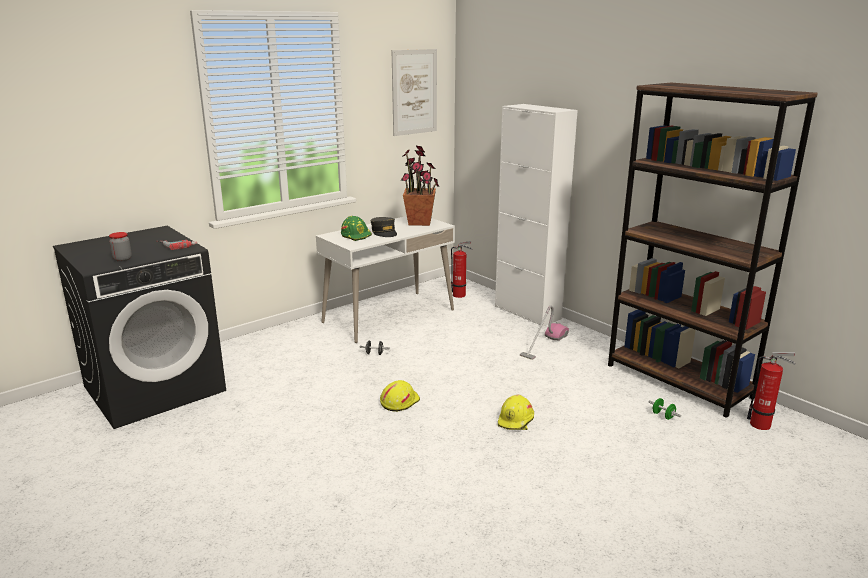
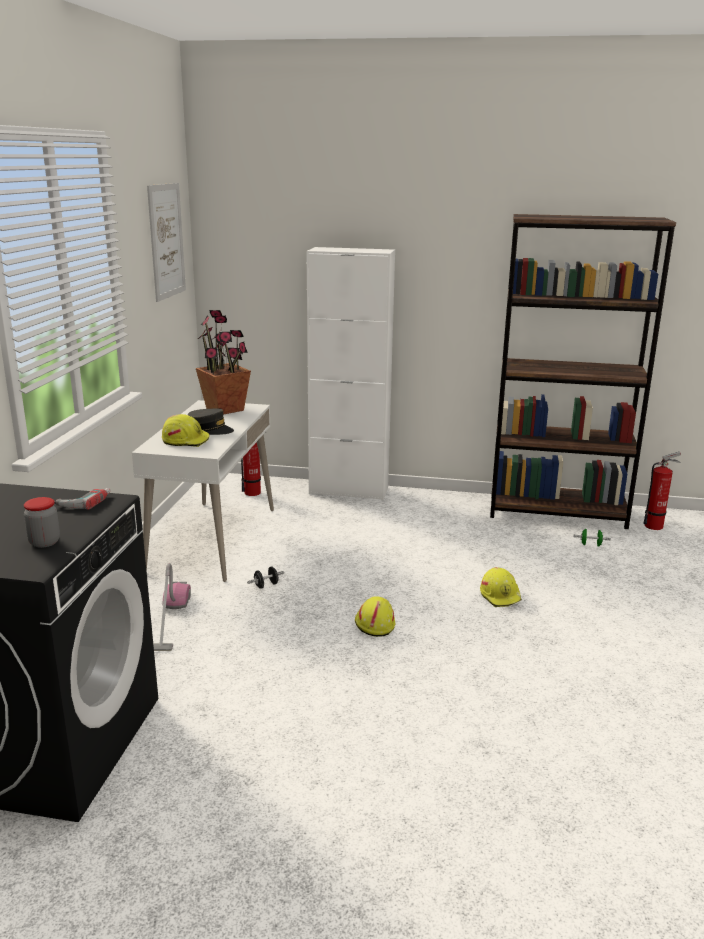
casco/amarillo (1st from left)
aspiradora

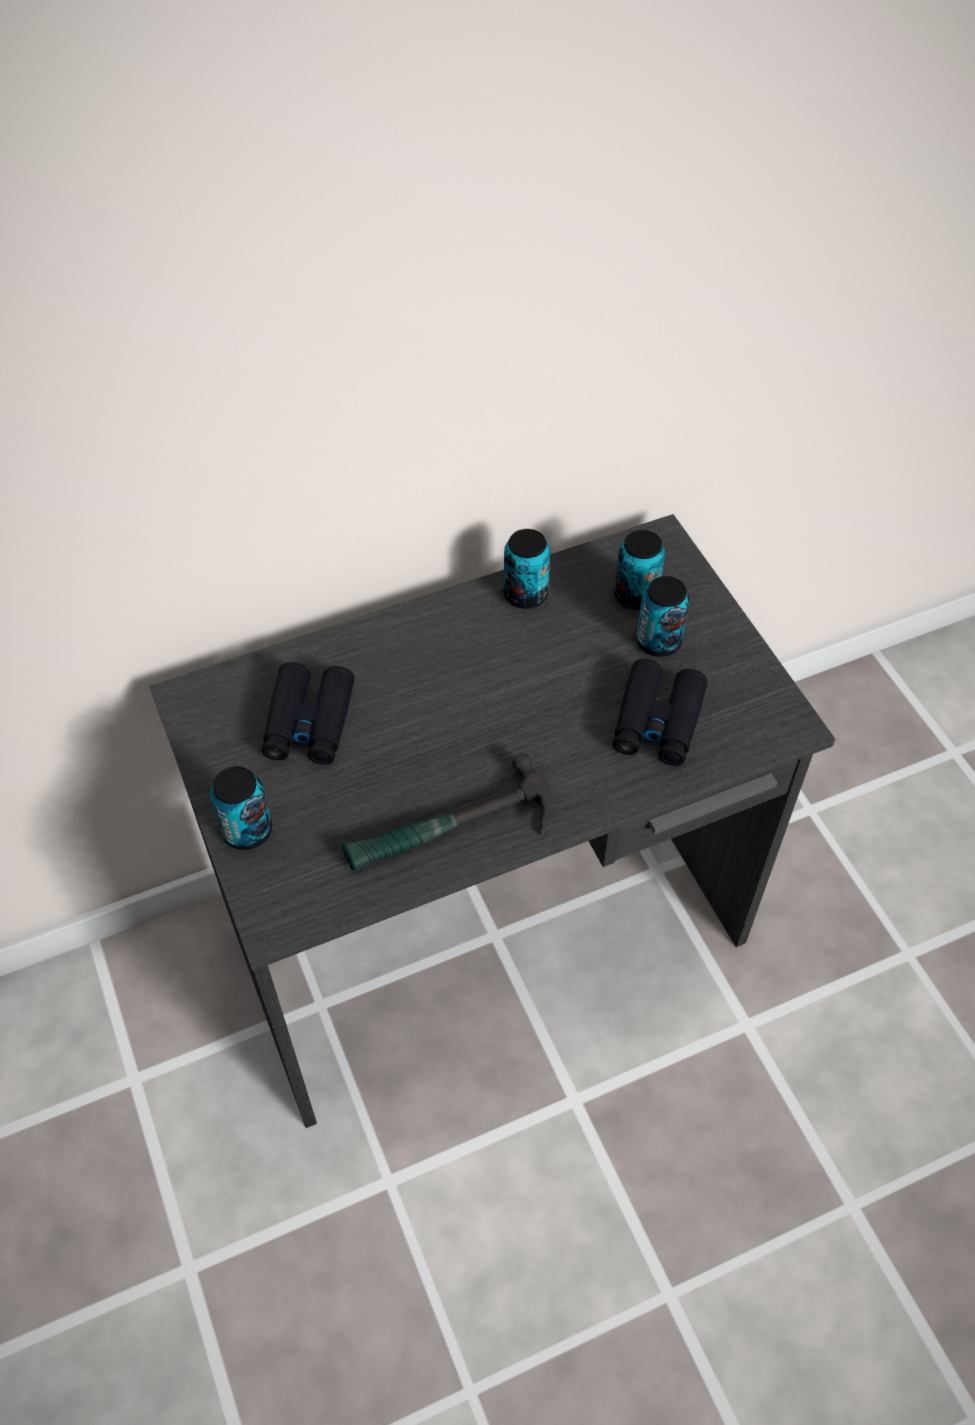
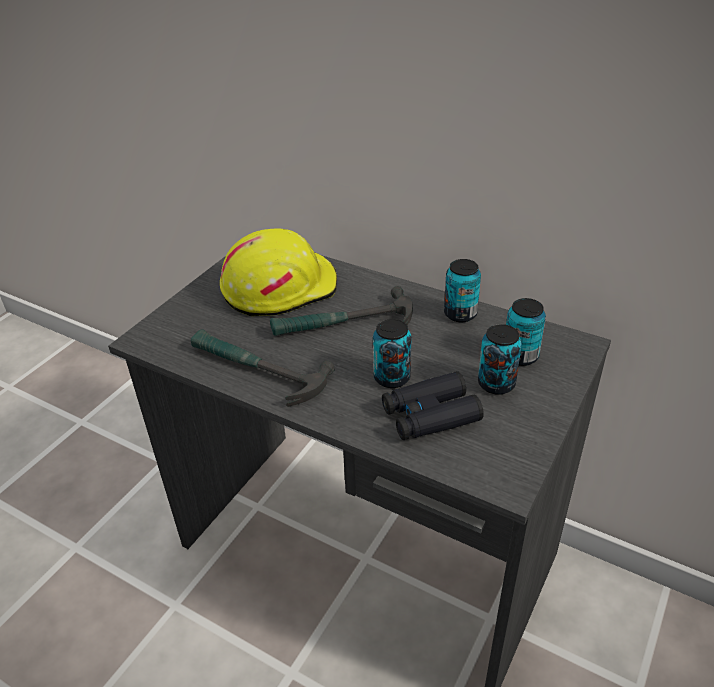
casco/amarillo
lata (1st from left)
martillo (2nd from left)

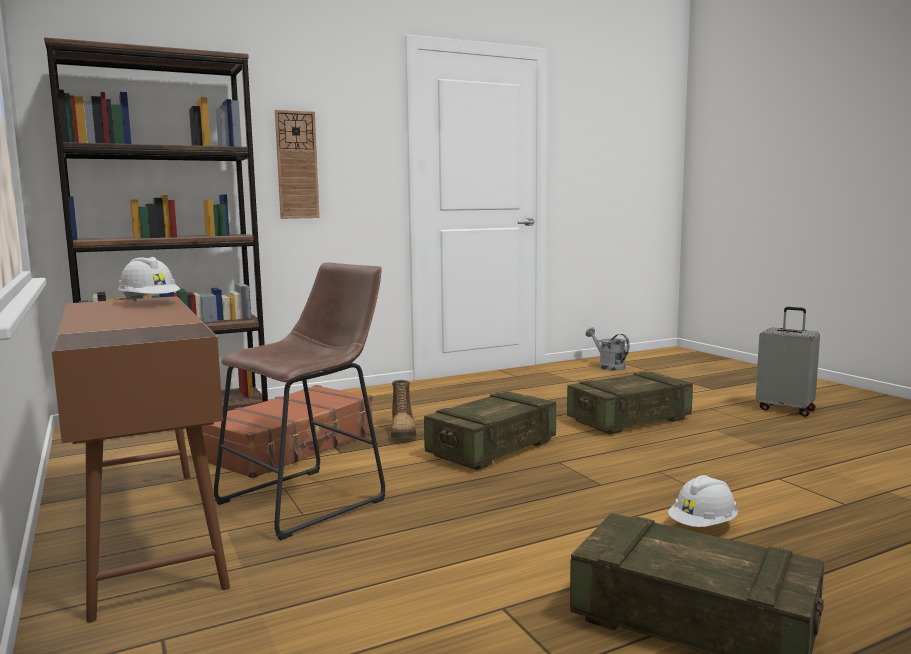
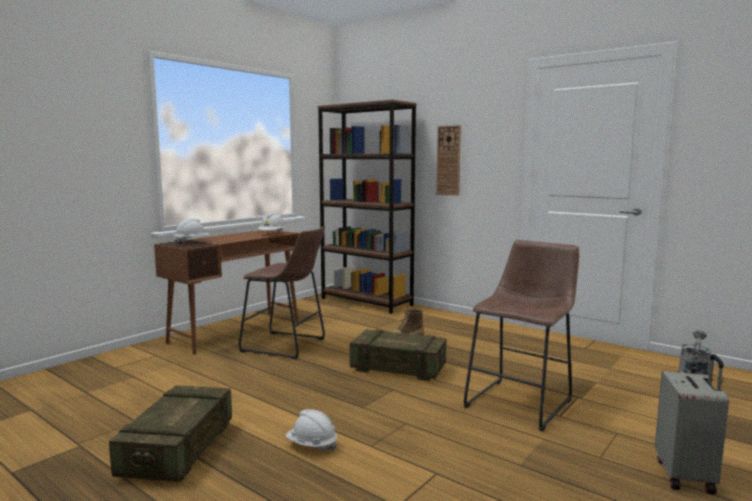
taburete/marrón (2nd from left)
maleta/marrón
casco/blanco (1st from left)

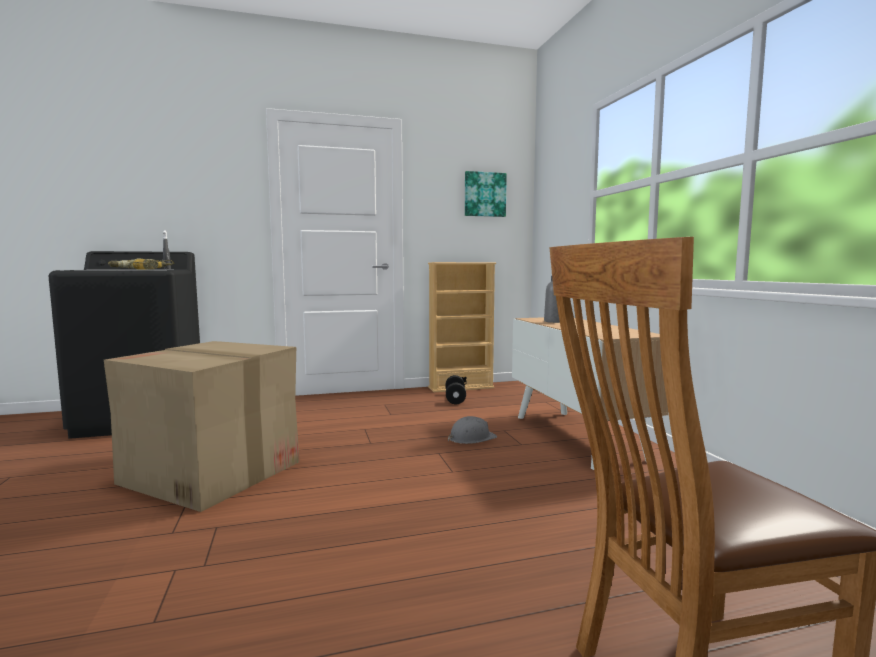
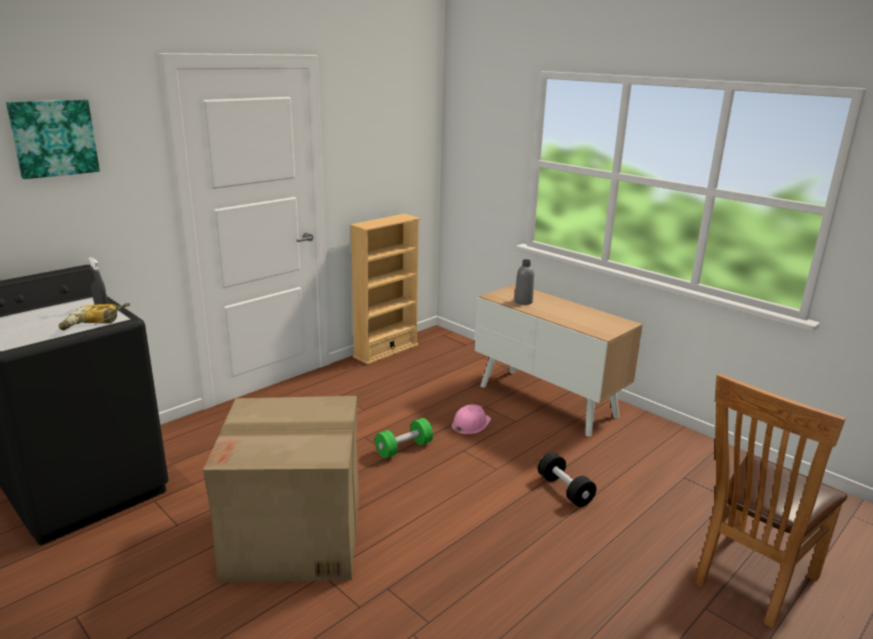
cuadro
mancuerna/negro
casco/rosa
mancuerna/verde

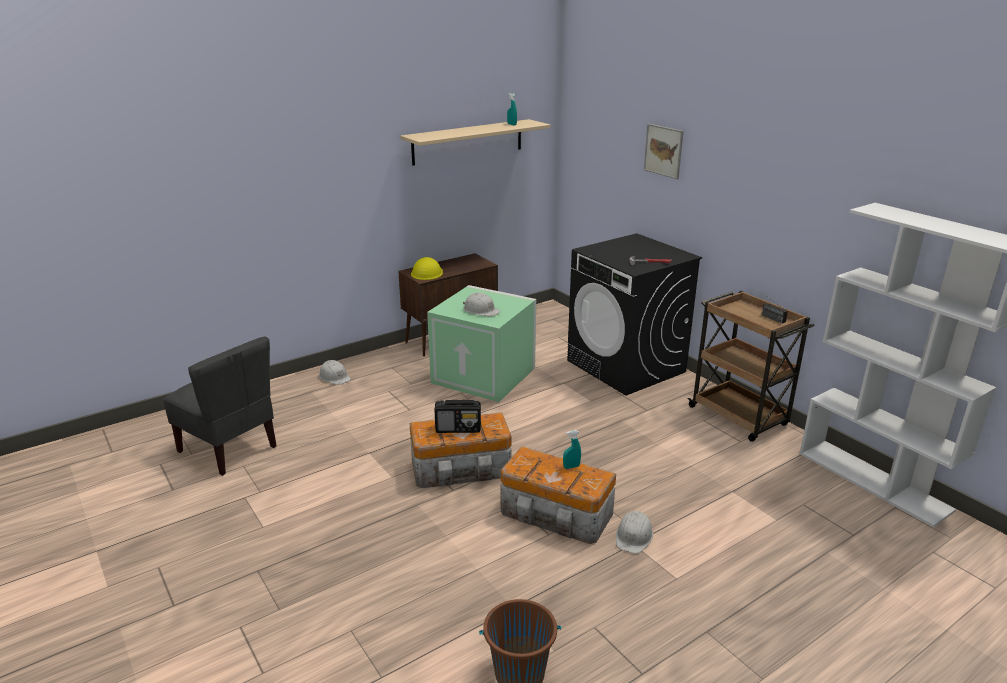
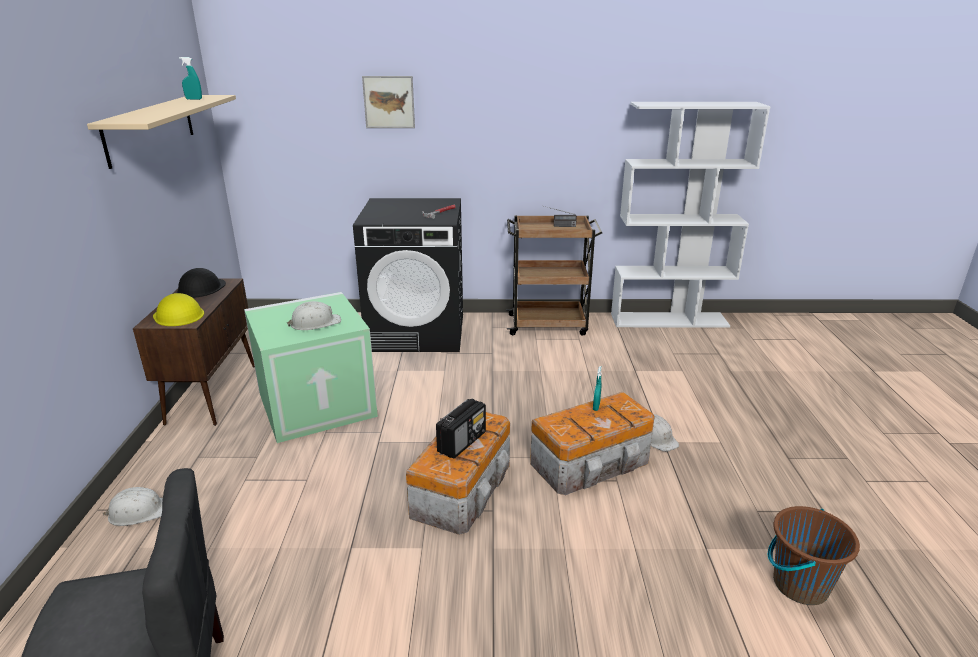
casco/negro

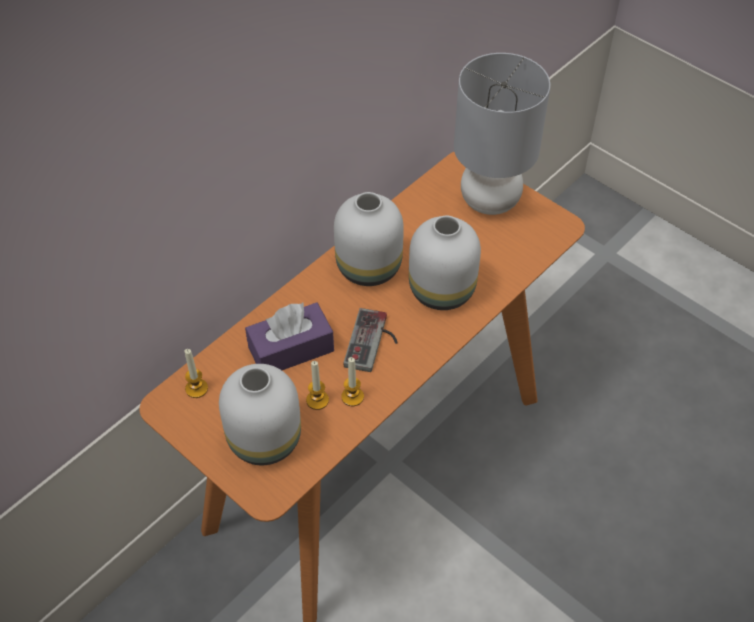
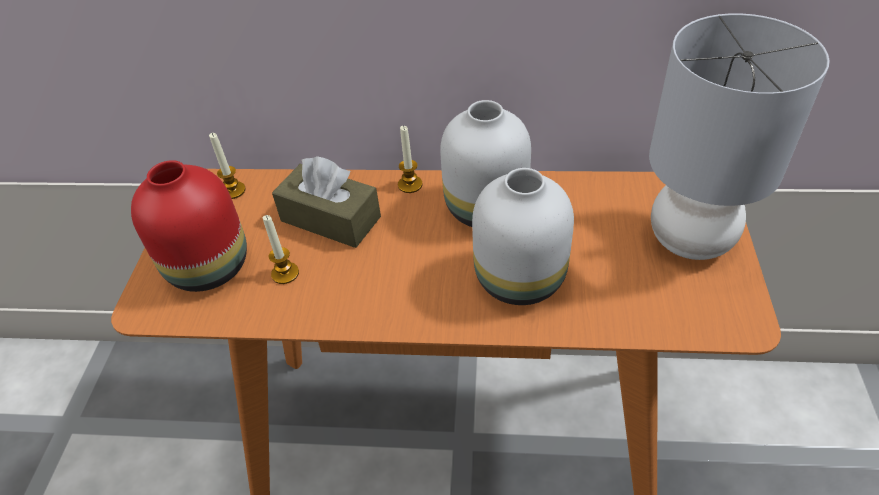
caja de pañuelos/marrón
mando de consola
vela (3rd from left)
florero/rojo

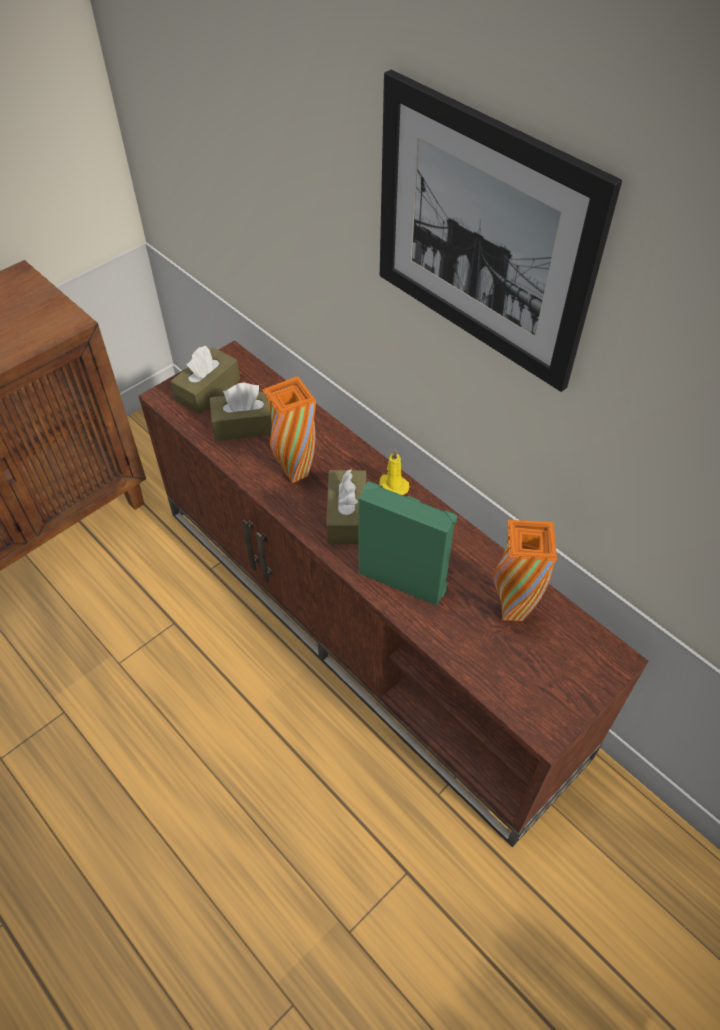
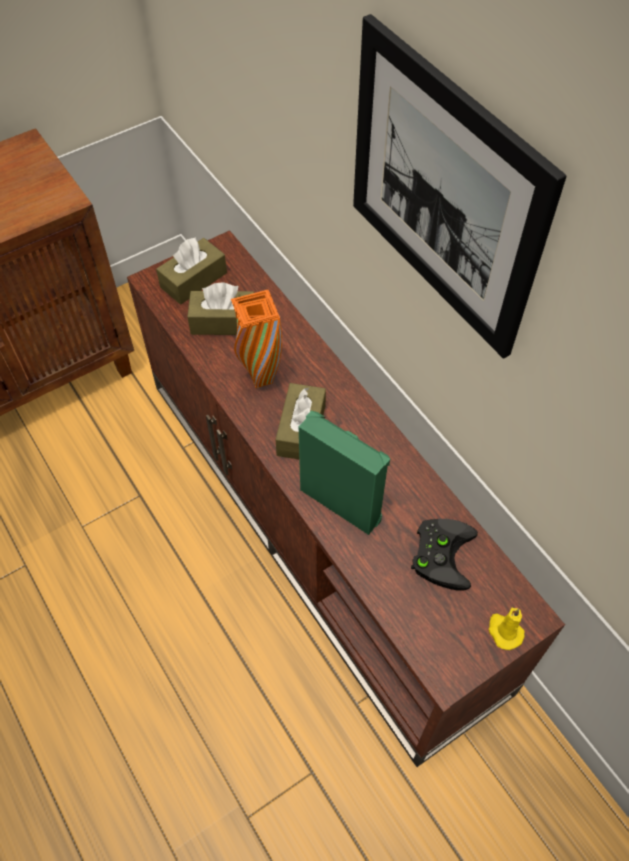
vela/amarillo
mando de consola/negro

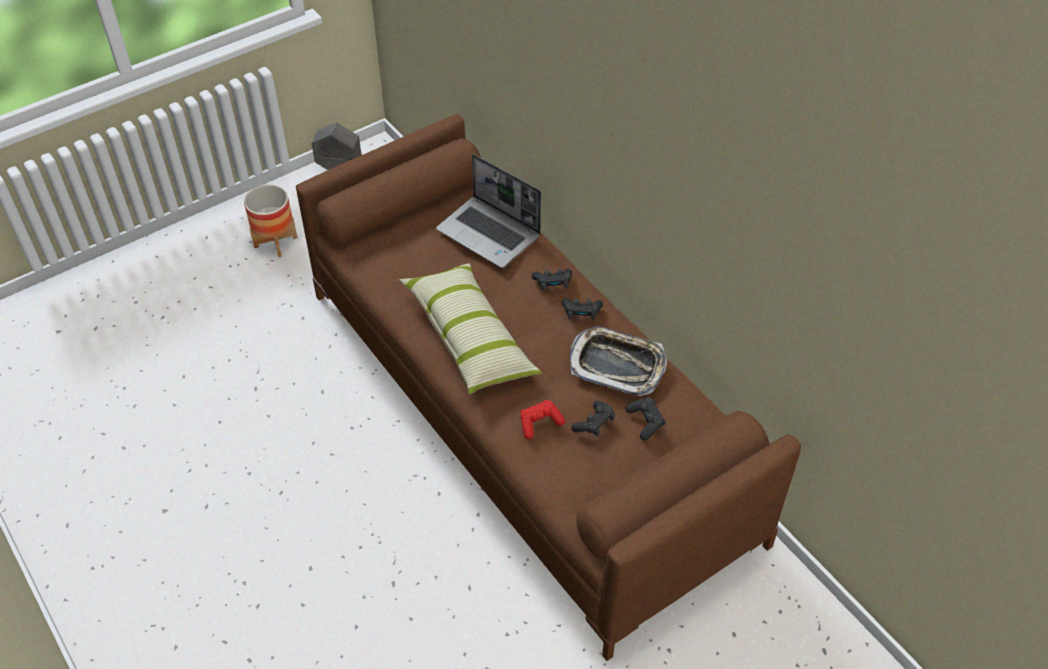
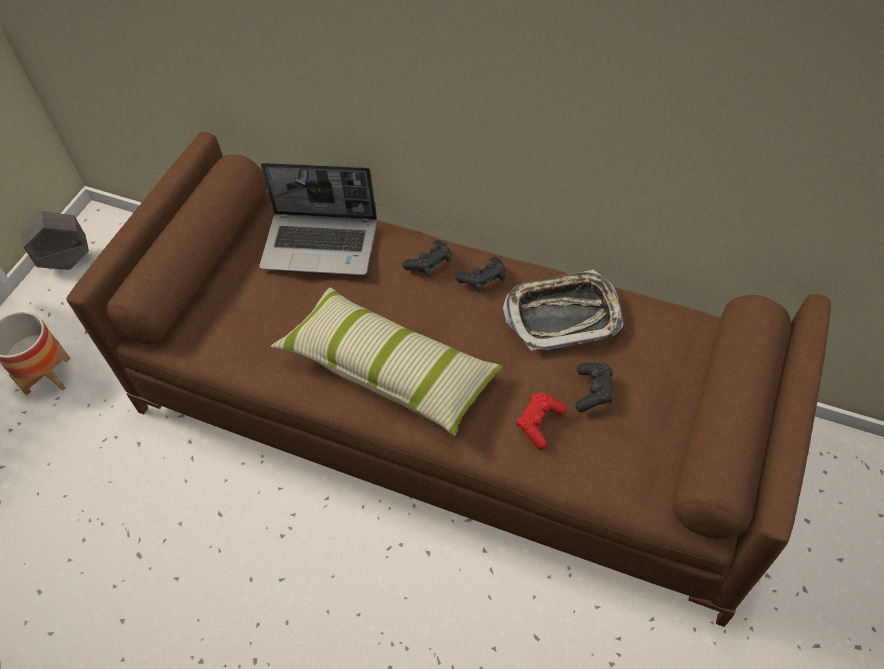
mando de consola/negro (4th from left in the first image)

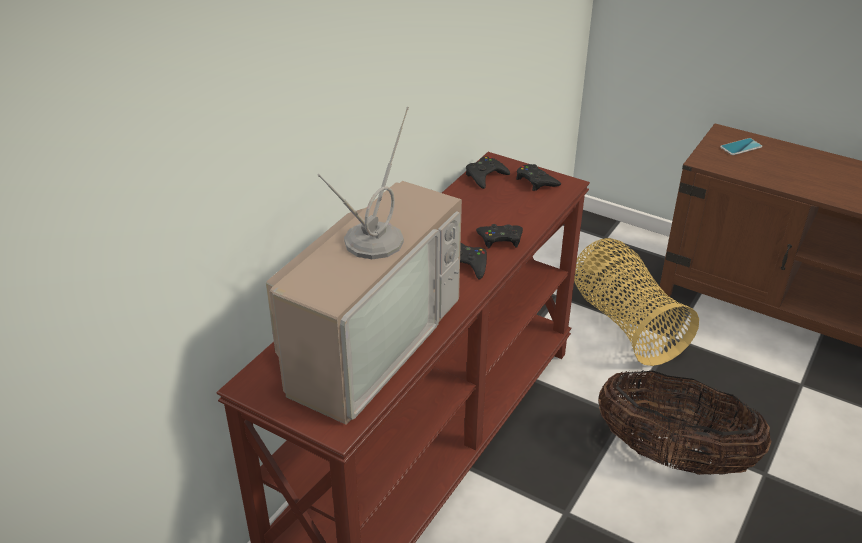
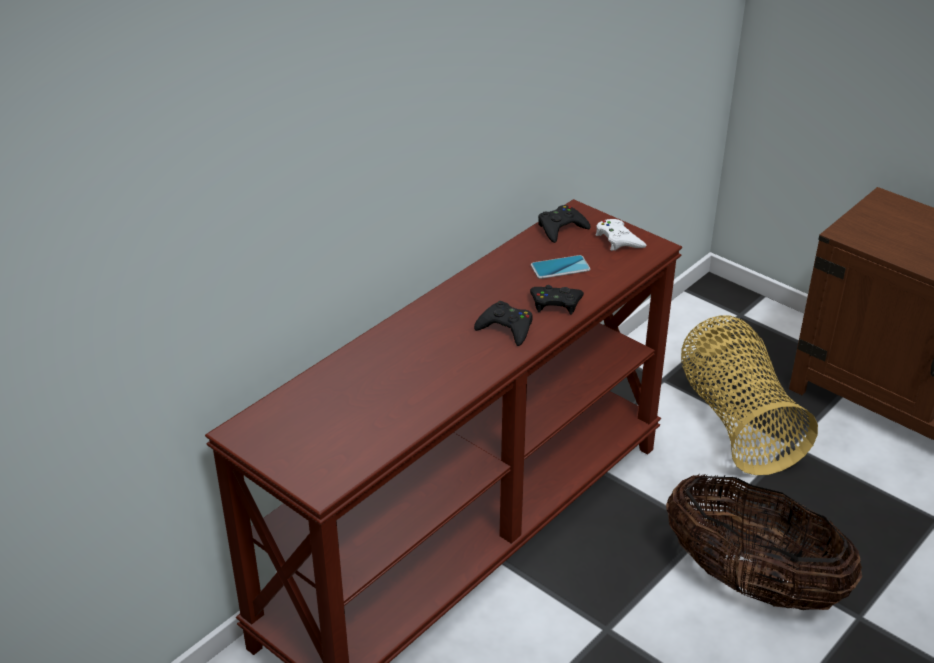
televisor
móvil
mando de consola/blanco

